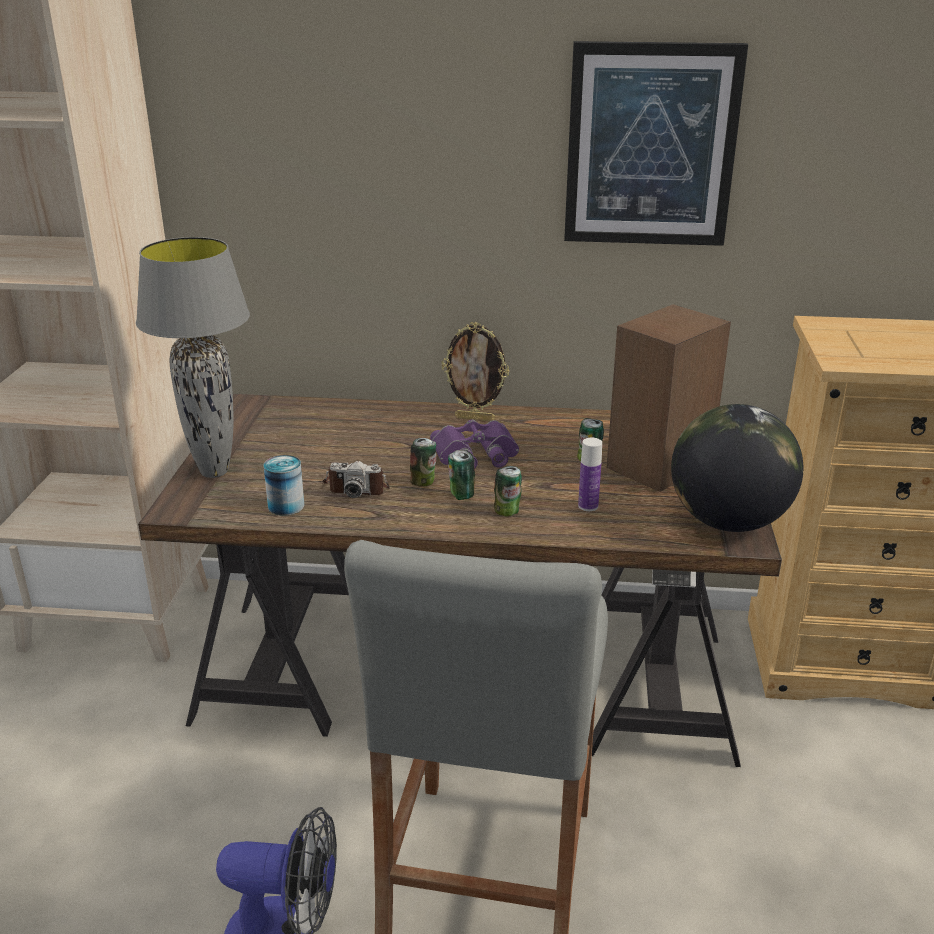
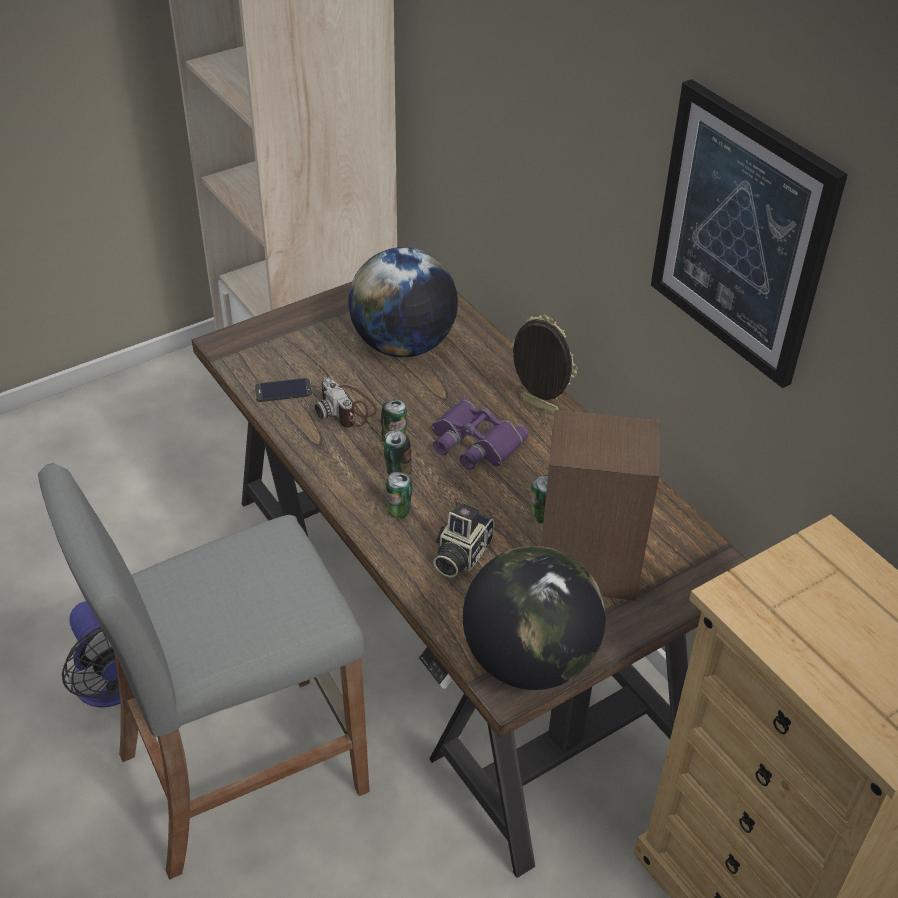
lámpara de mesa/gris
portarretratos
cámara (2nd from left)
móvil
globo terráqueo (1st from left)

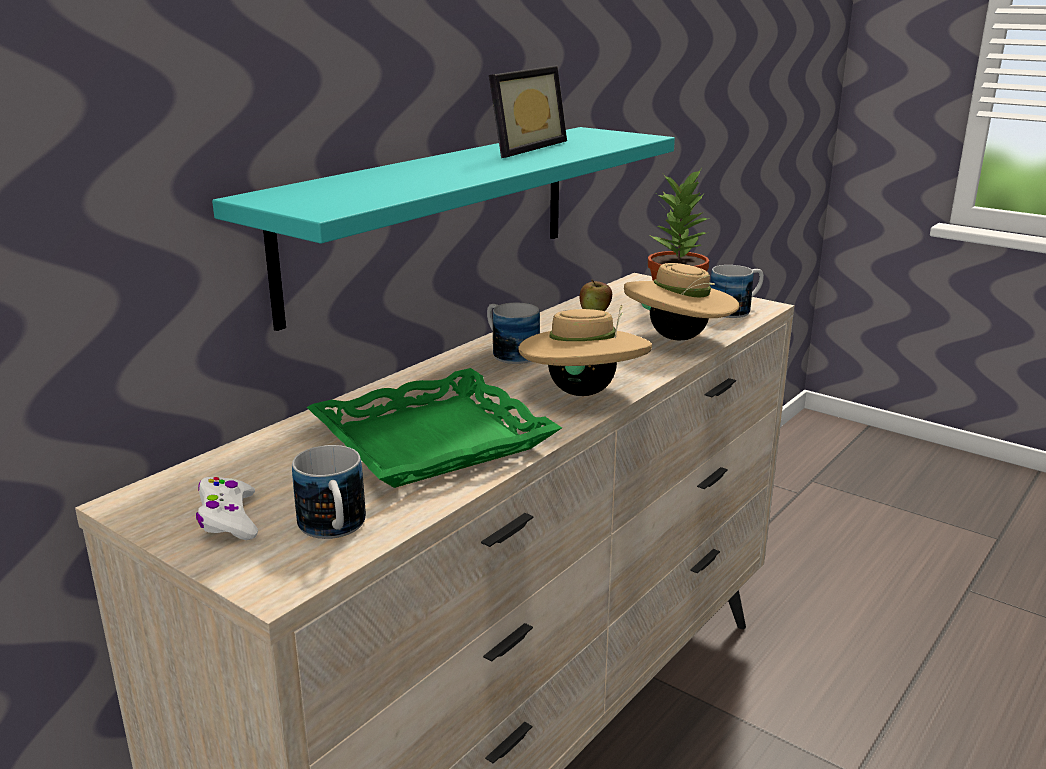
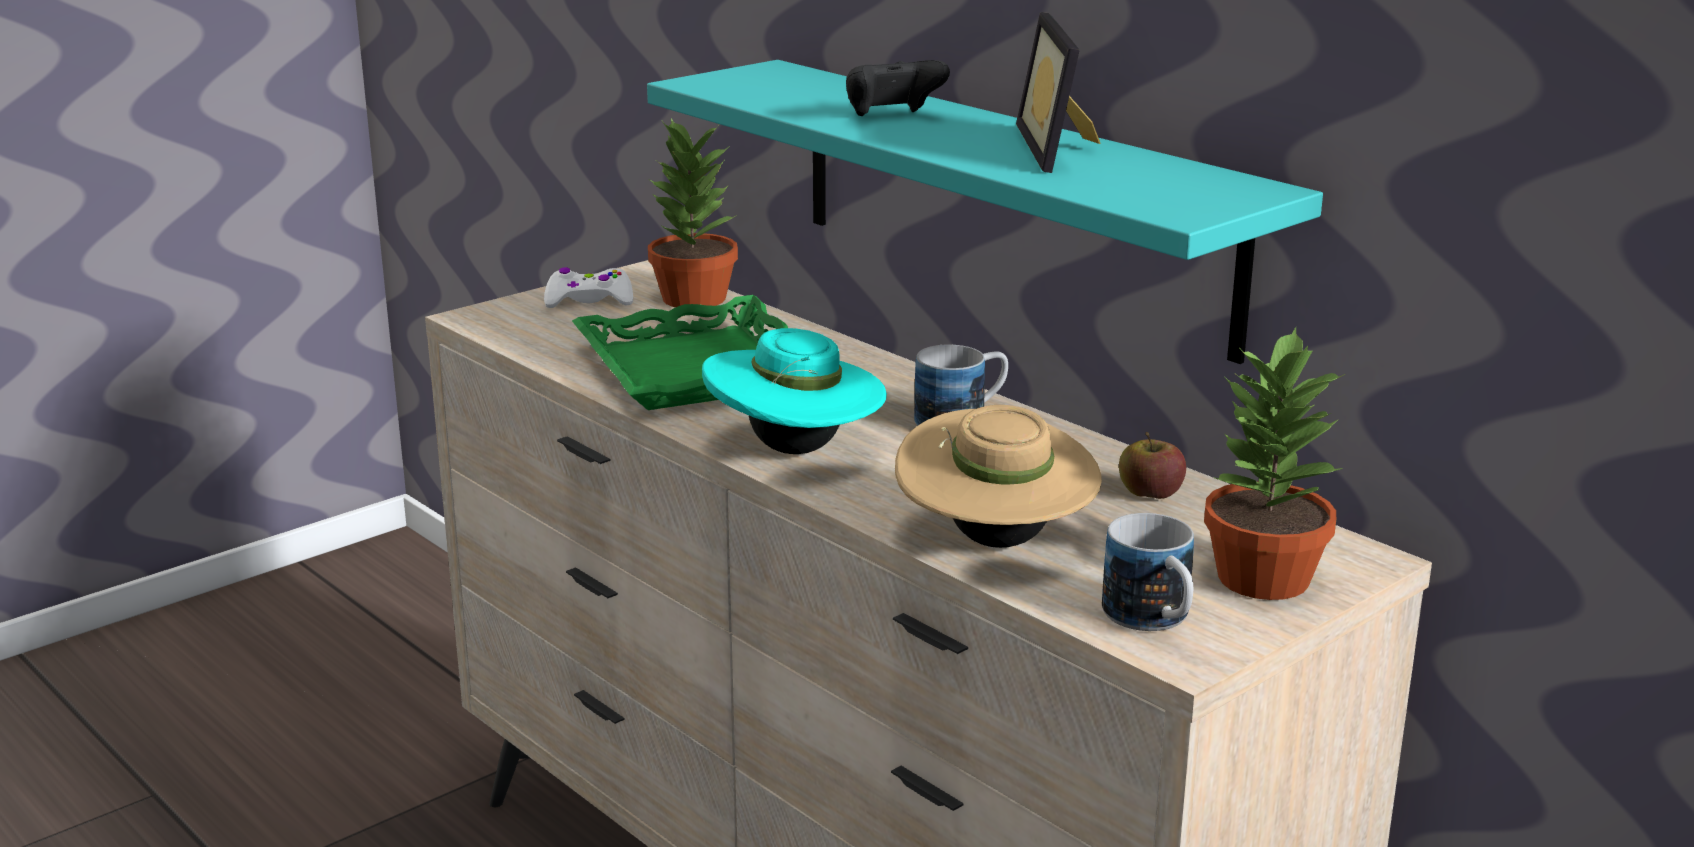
portarretratos
sombrero/turquesa
taza grande (1st from left in the first image)
mando de consola/negro
planta en maceta (1st from left)

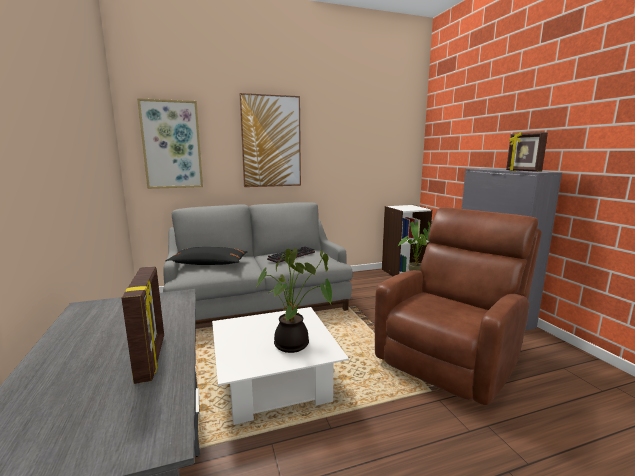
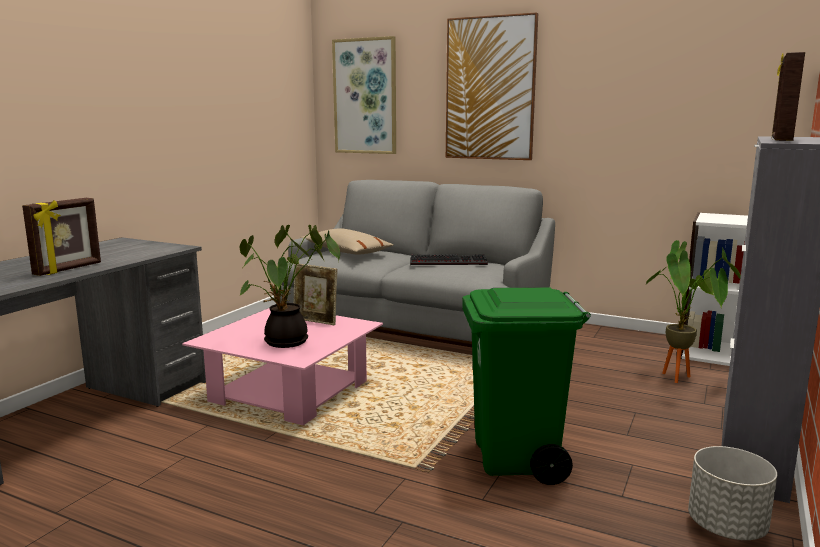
papelera/verde
cojín/beis
mesa de centro/rosa
portarretratos (2nd from left)
maceta/gris

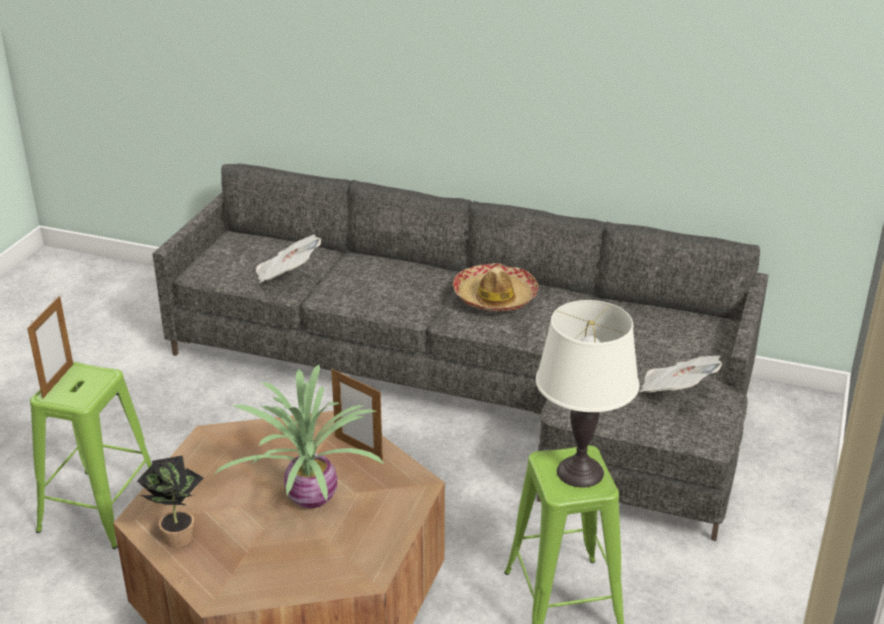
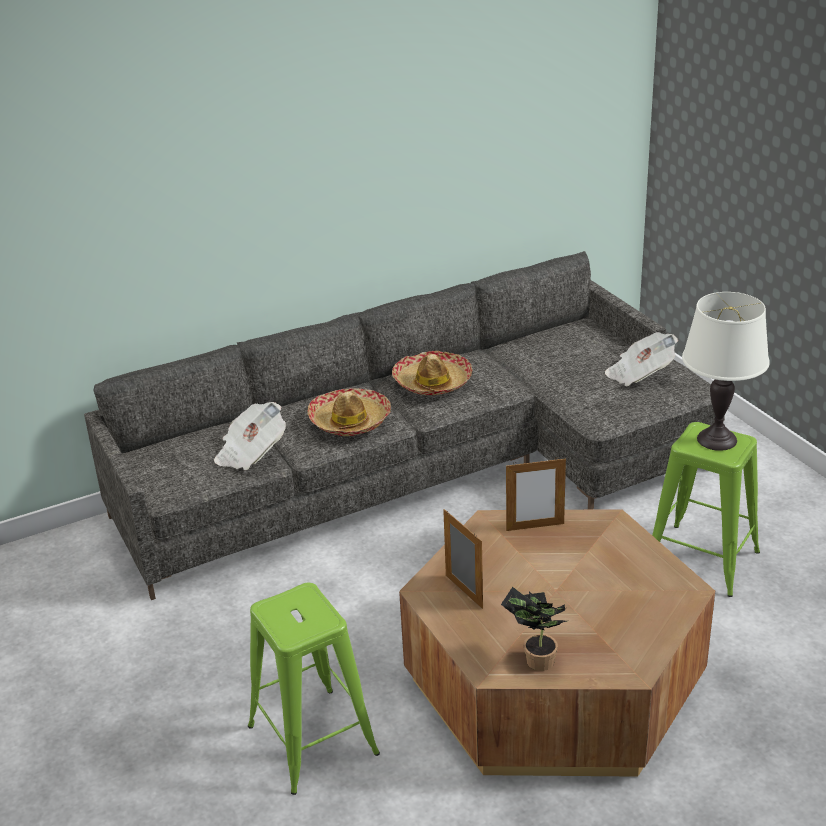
portarretratos (1st from left)
planta en maceta (2nd from left in the first image)
sombrero (1st from left)

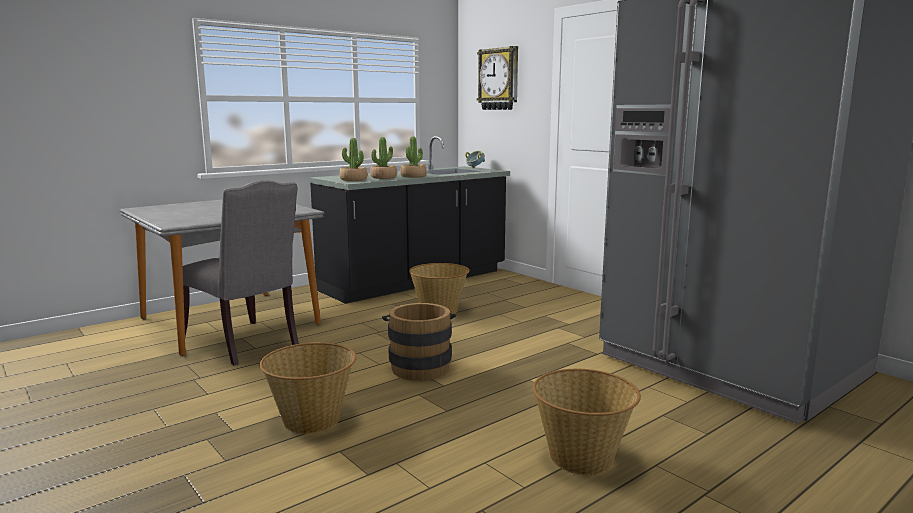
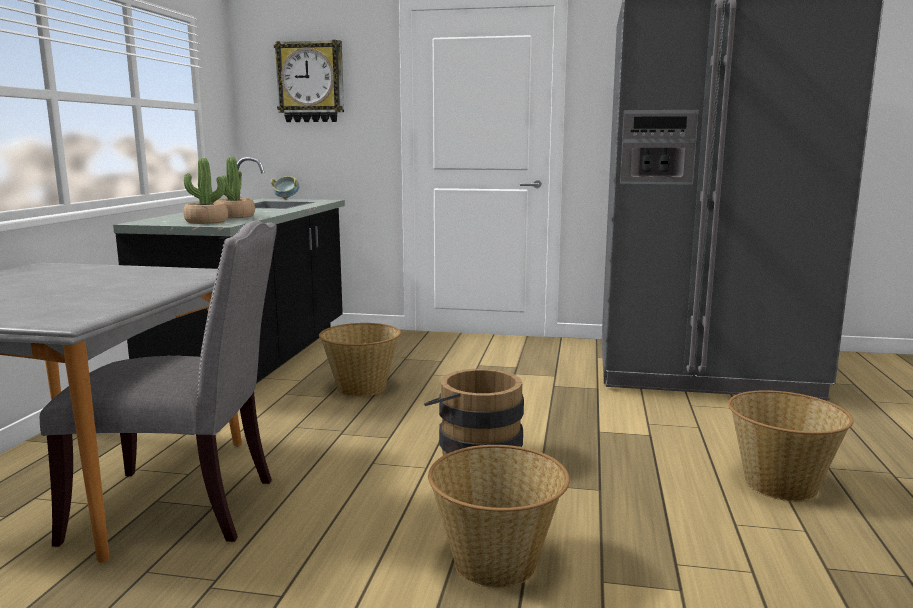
planta en maceta (3rd from left in the first image)

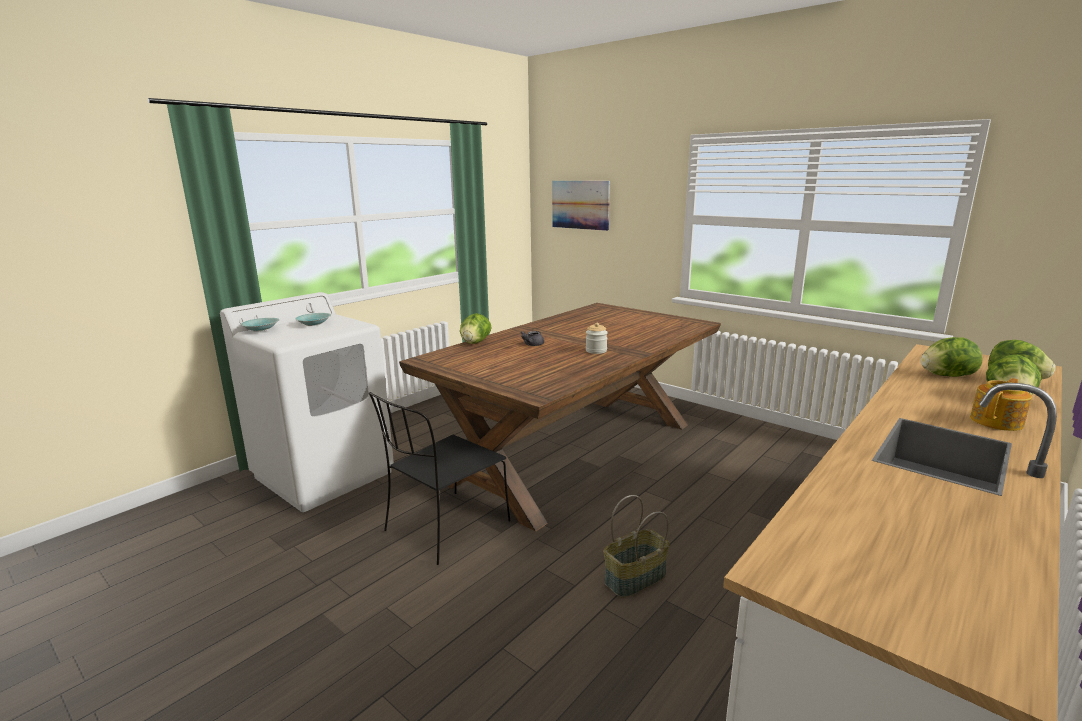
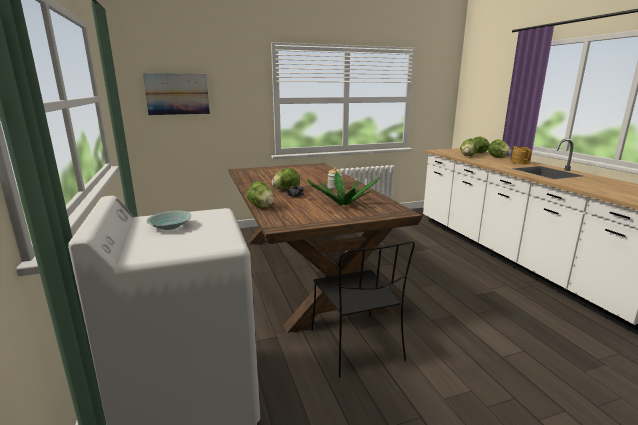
cuenco/turquesa (1st from left in the first image)
cesta
lechuga (2nd from left)
planta en maceta

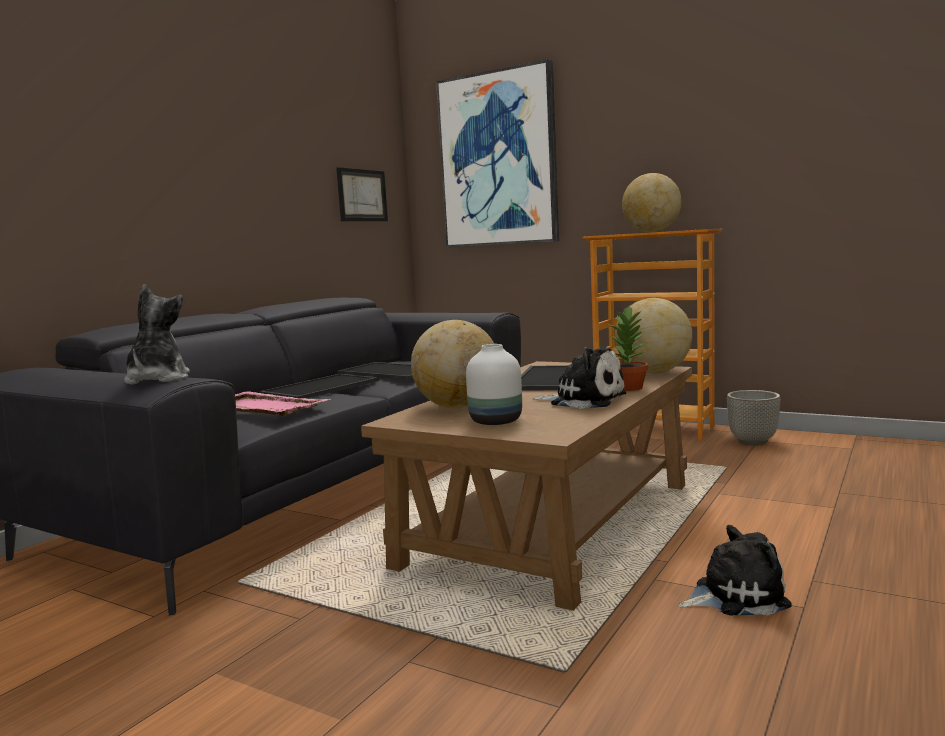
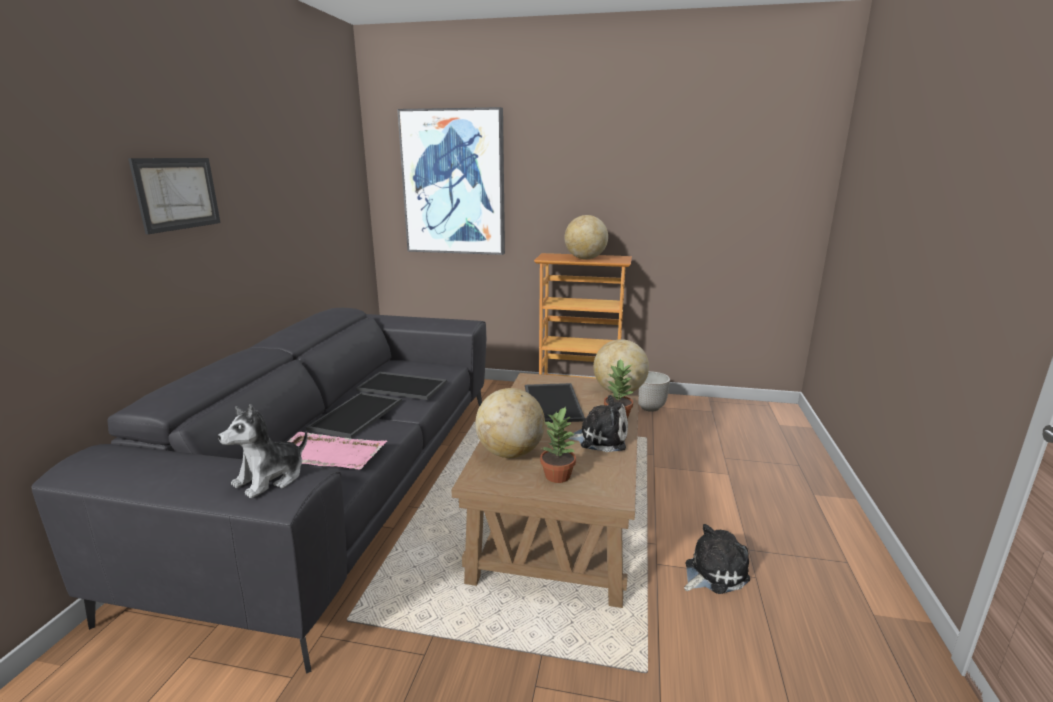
cuadro (1st from left)
peluche (1st from left)
planta en maceta (1st from left)

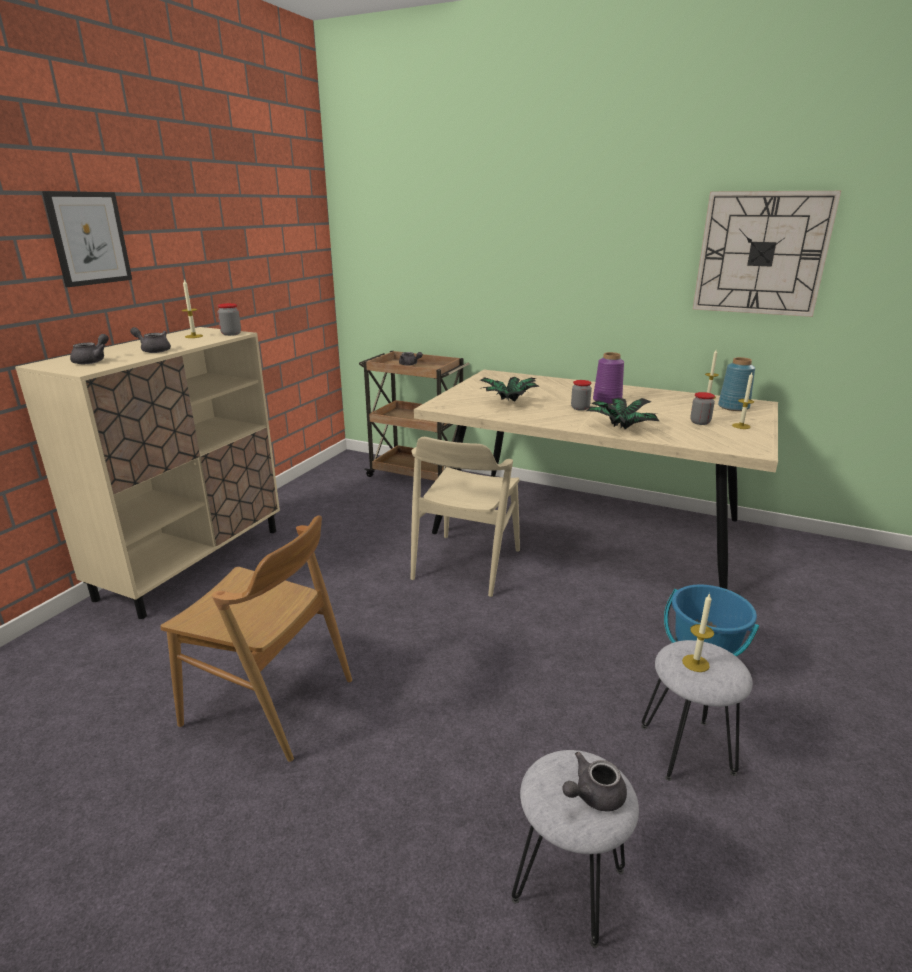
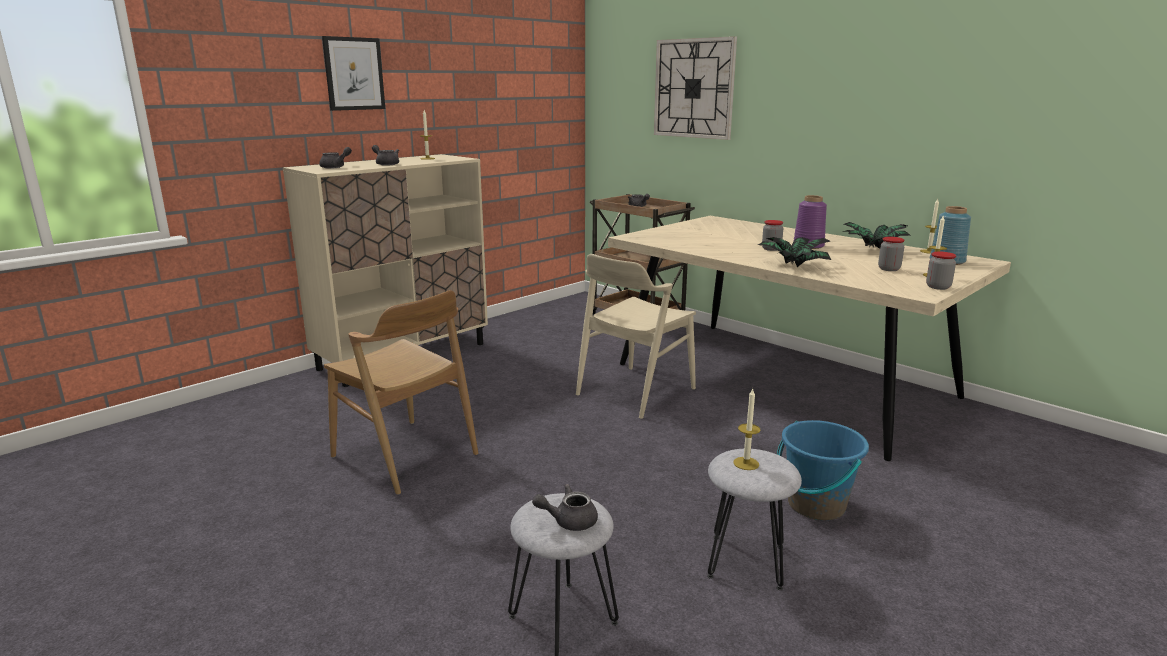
reloj de pared
tarro (3rd from left)
planta en maceta (2nd from left)

